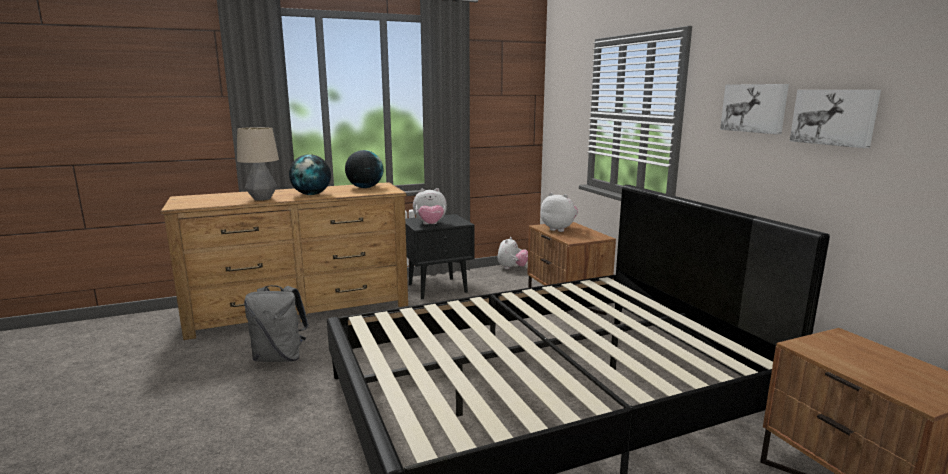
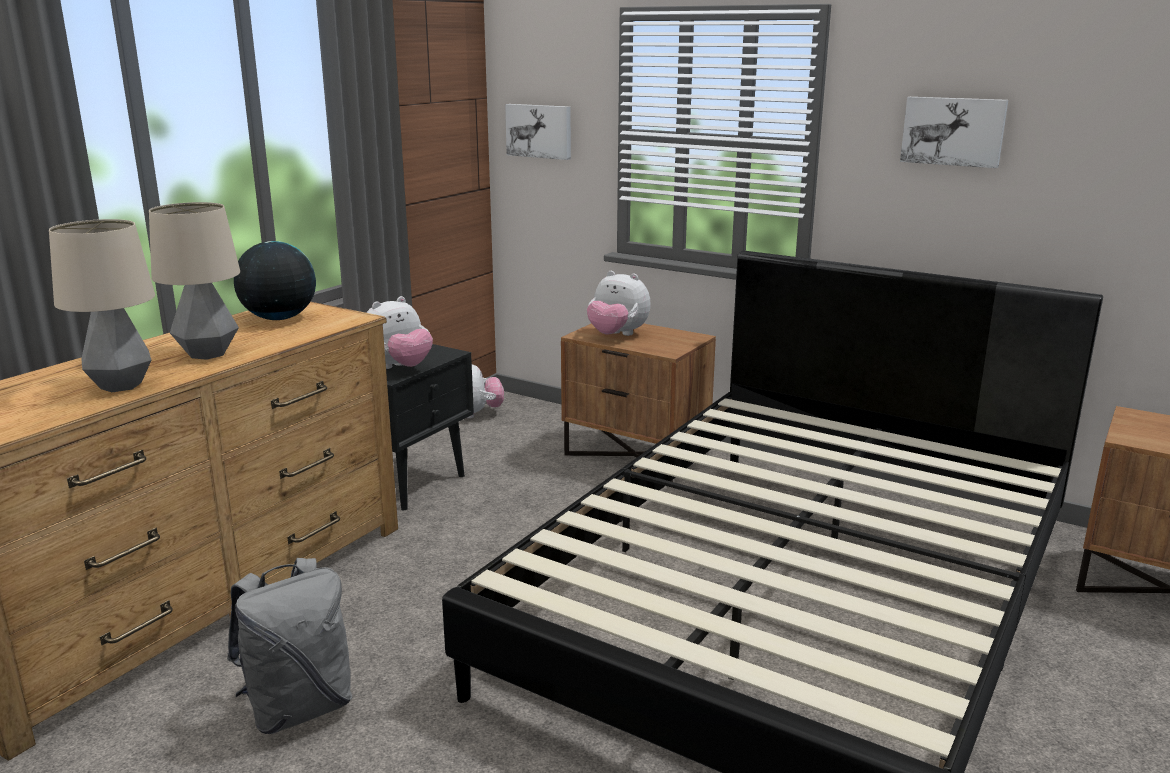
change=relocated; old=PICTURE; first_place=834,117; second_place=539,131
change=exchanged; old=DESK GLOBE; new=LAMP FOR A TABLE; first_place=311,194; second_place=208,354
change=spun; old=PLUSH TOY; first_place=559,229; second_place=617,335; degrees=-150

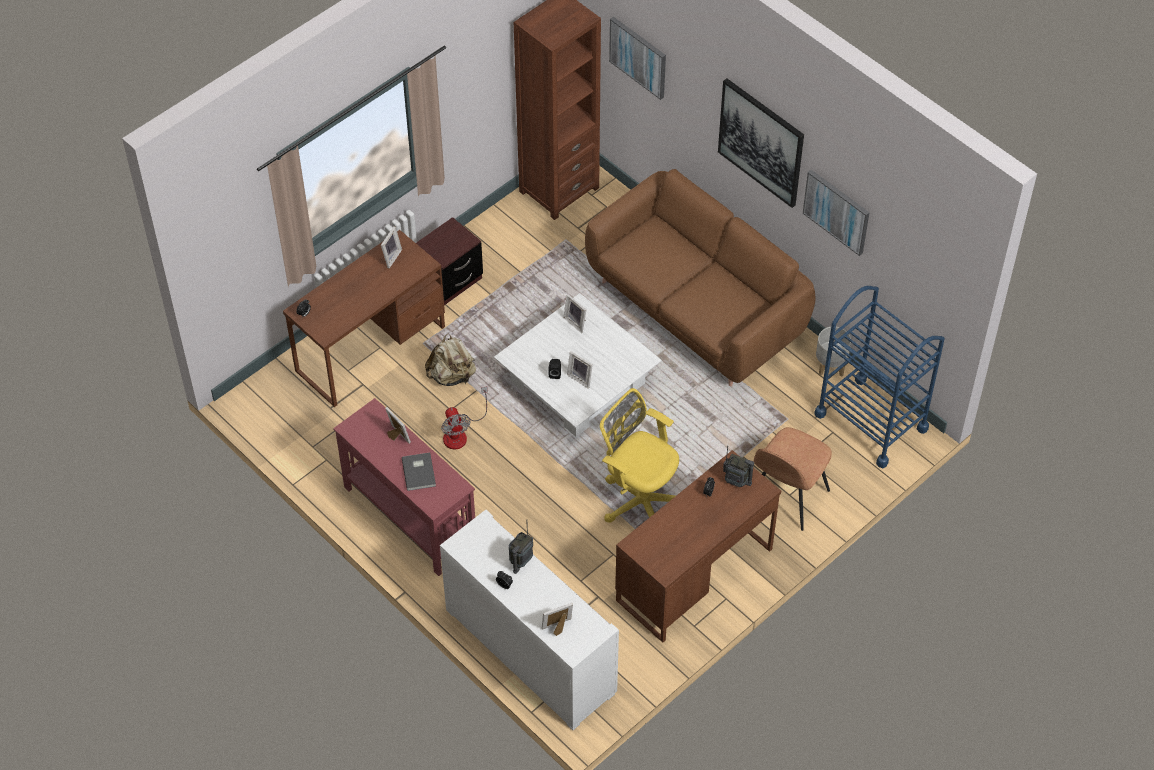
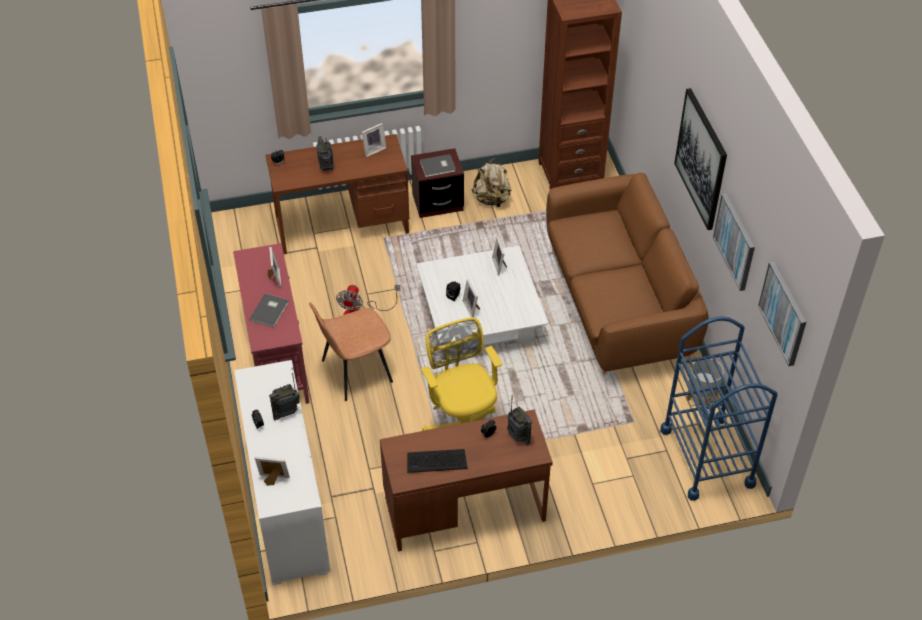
change=appeared; new=RADIO RECEIVER; second_place=326,167
change=appeared; new=PC KEYBOARD; second_place=436,461
change=appeared; new=GREY VOLUME; second_place=438,167
change=relocated; old=SAND-COLOURED RUCKSACK; first_place=452,376; second_place=492,199
change=relocated; old=PICTURE; first_place=638,57; second_place=783,313
change=relocated; old=BROWNISH PLAIN CHAIR; first_place=786,497; second_place=355,372

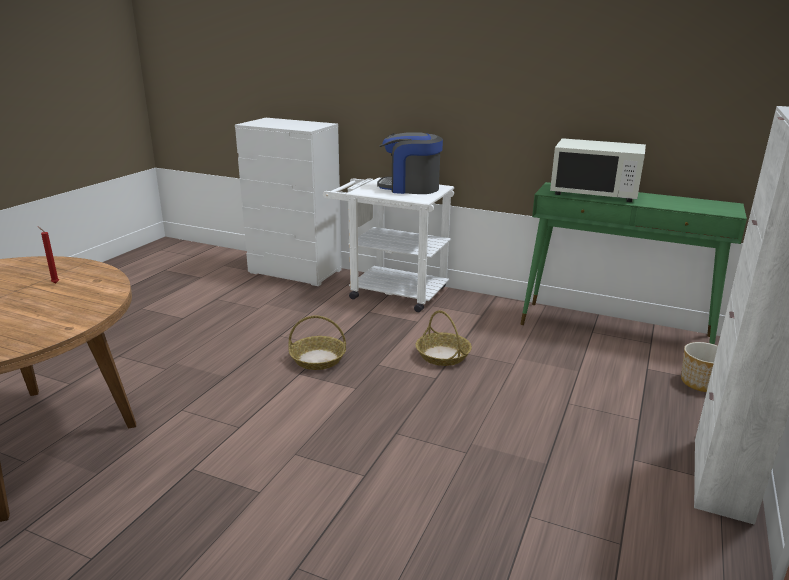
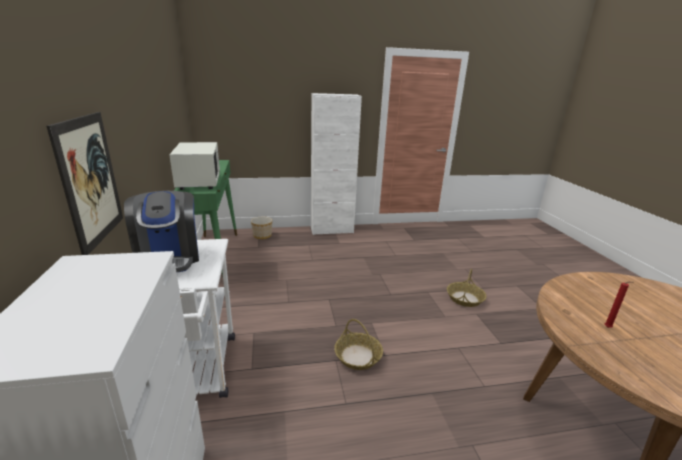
change=appeared; new=PICTURE; second_place=90,180
change=relocated; old=BASKET; first_place=443,355; second_place=464,298

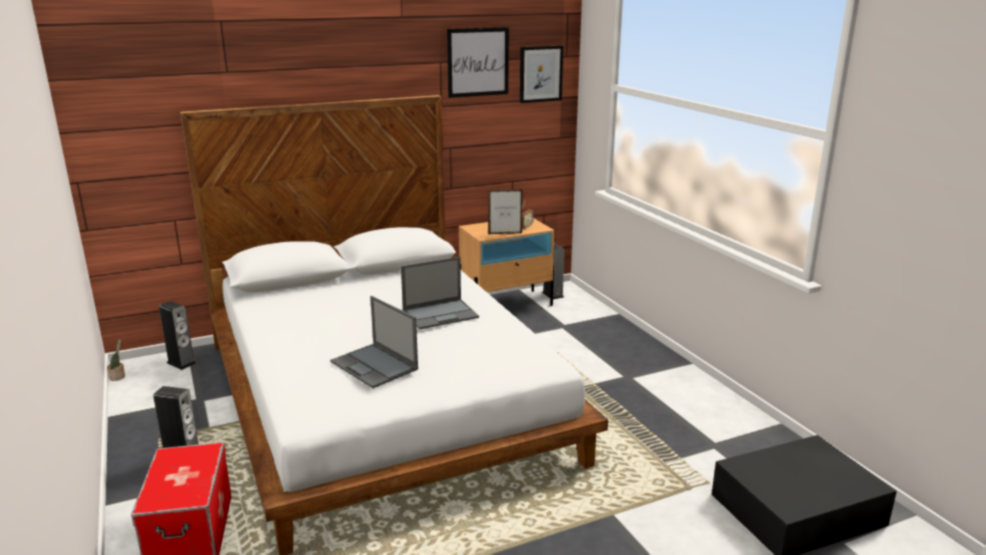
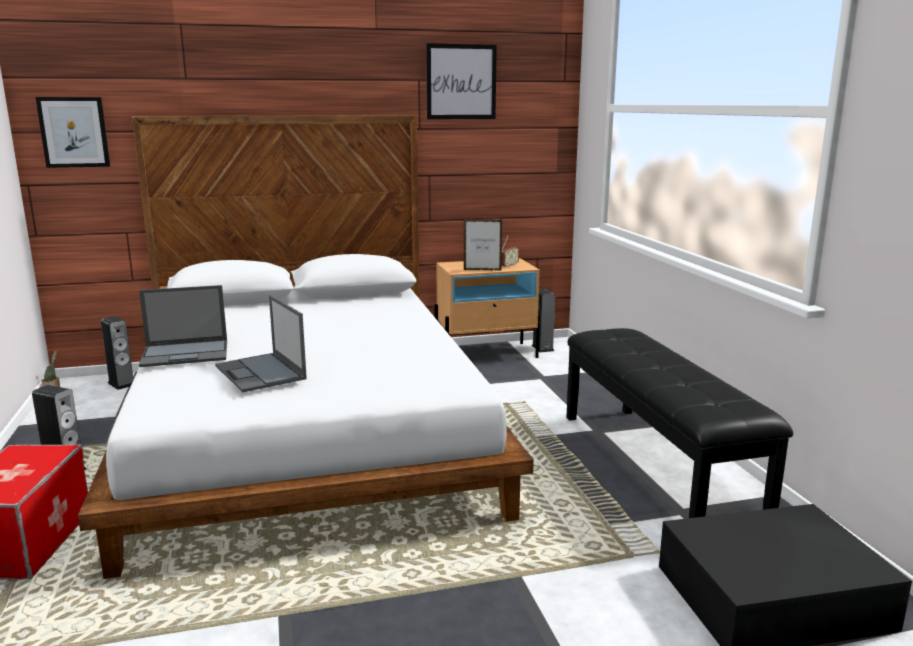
change=appeared; new=BLACK INDOOR BENCH; second_place=656,466
change=relocated; old=LAPTOP; first_place=441,314; second_place=186,353
change=relocated; old=PICTURE; first_place=540,74; second_place=74,132

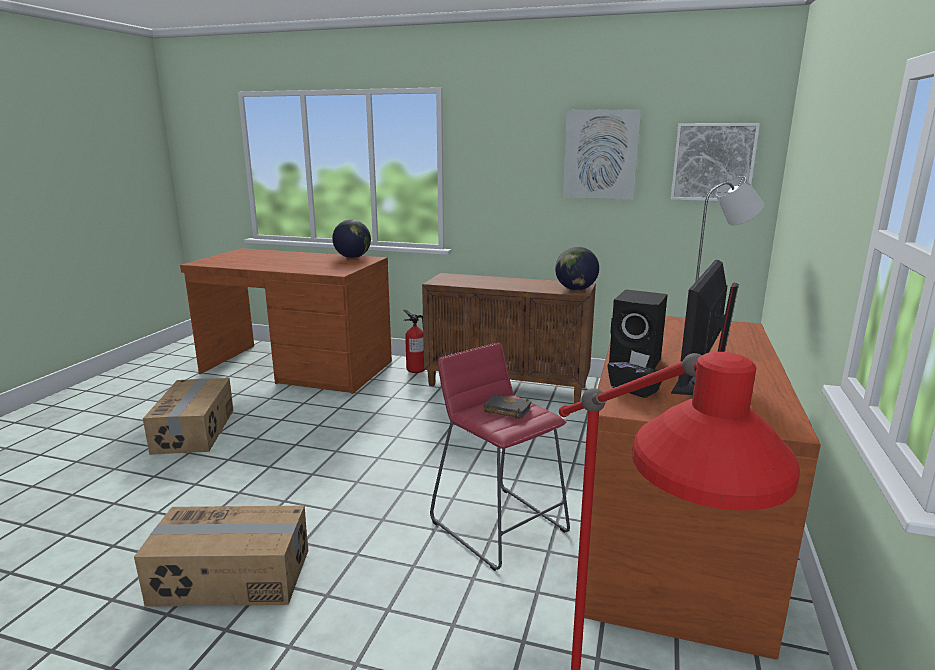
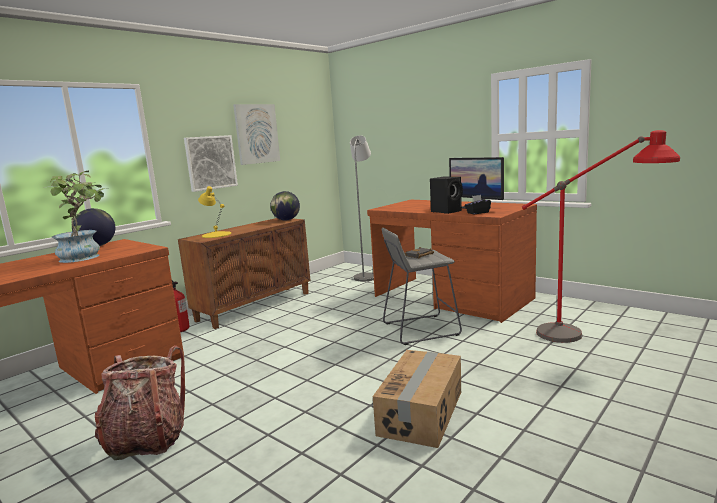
change=appeared; new=POTTED PLANT; second_place=86,257
change=appeared; new=YELLOW-COLOURED LAMP FOR A TABLE; second_place=216,234
change=relocated; old=PICTURE; first_place=713,162; second_place=211,162
change=exchanged; old=CARDBOARD BOX; new=RUCKSACK; first_place=195,430; second_place=147,440
change=colour; old=RED STOOL SEAT; new=GREY STOOL SEAT; first_place=499,526; second_place=420,329

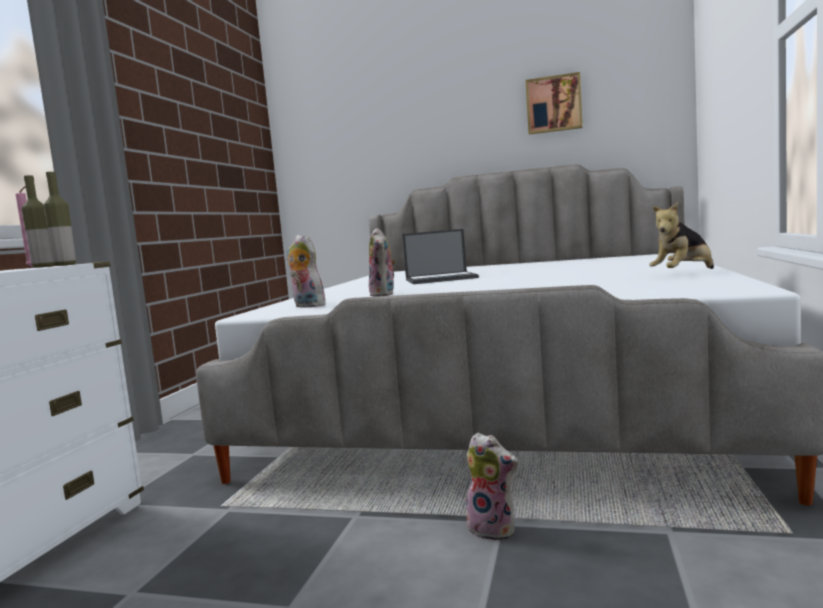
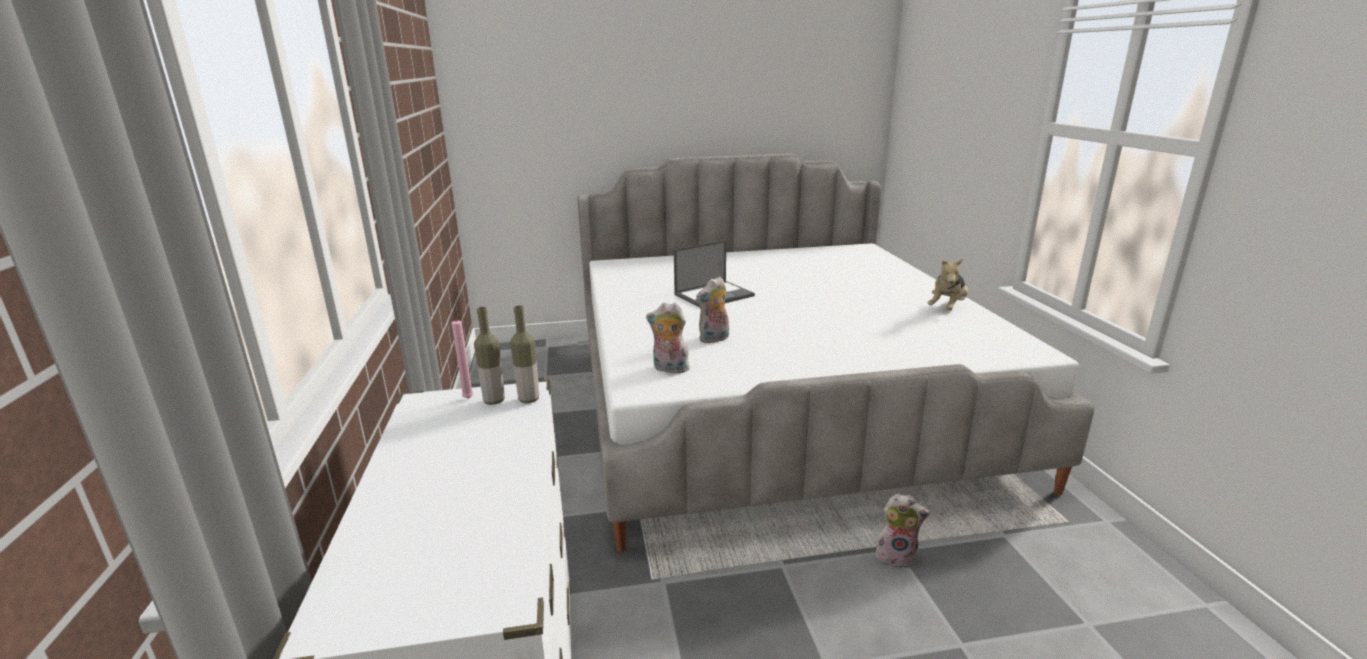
change=missing; old=PICTURE; first_place=553,104
change=spun; old=PLUSH TOY; first_place=384,294; second_place=714,339; degrees=90

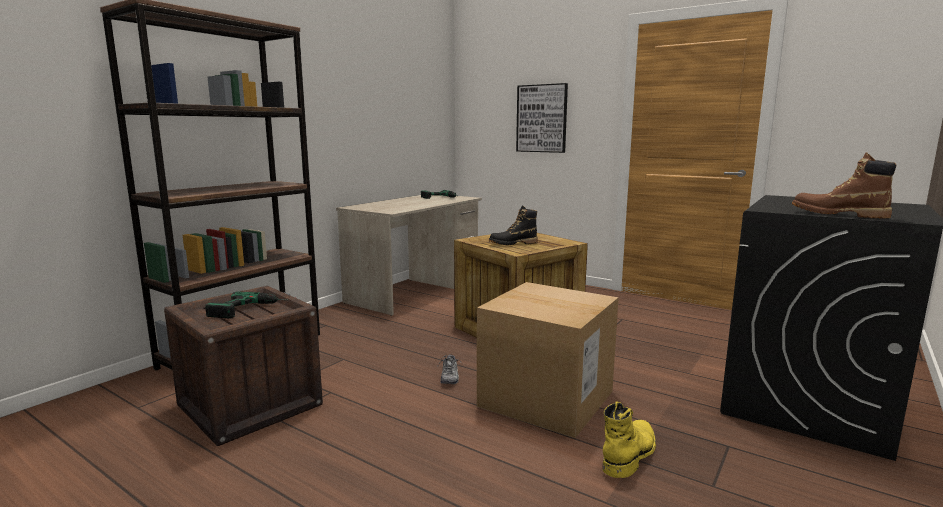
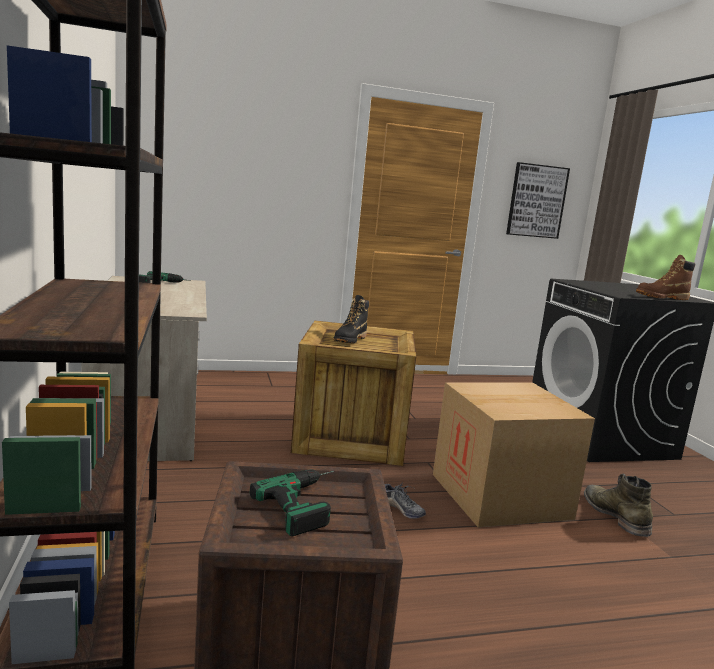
change=relocated; old=PICTURE; first_place=542,118; second_place=536,201
change=colour; old=YELLOW-COLOURED HIGH-TOP BOOT; new=GREENISH HIGH-TOP BOOT; first_place=629,454; second_place=615,515

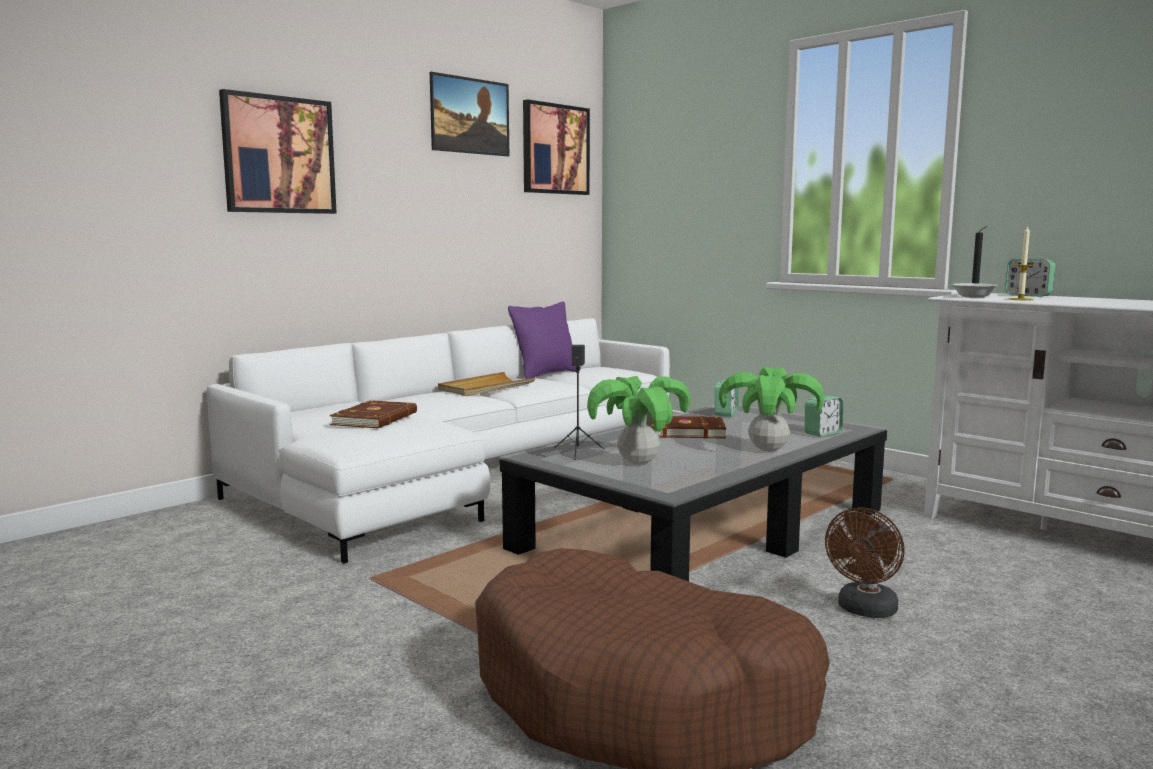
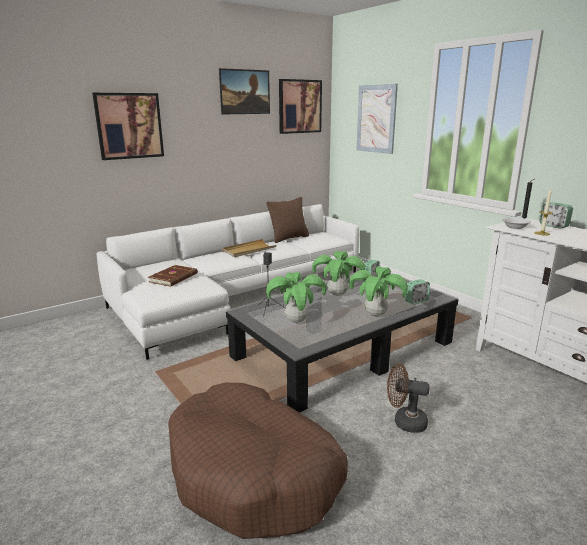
change=appeared; new=PICTURE; second_place=376,119
change=exchanged; old=BROWNISH VOLUME; new=POTTED PLANT; first_place=683,431; second_place=337,294
change=colour; old=PURPLE-COLOURED THROW PILLOW; new=BROWNISH THROW PILLOW; first_place=546,374; second_place=289,238
change=spun; old=BROWNISH ELECTRIC FAN; first_place=865,611; second_place=404,422; degrees=60

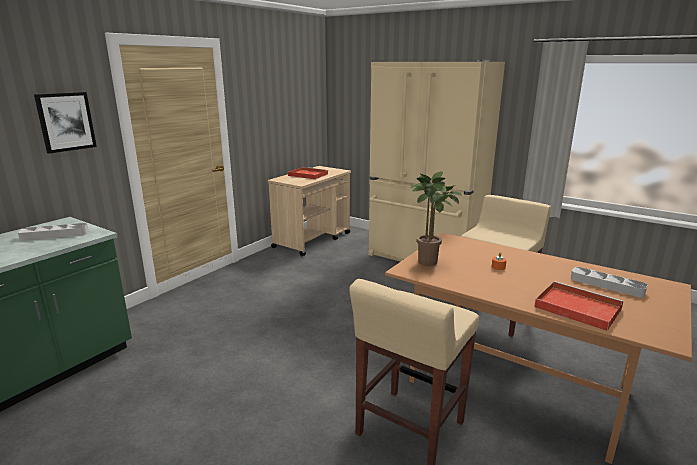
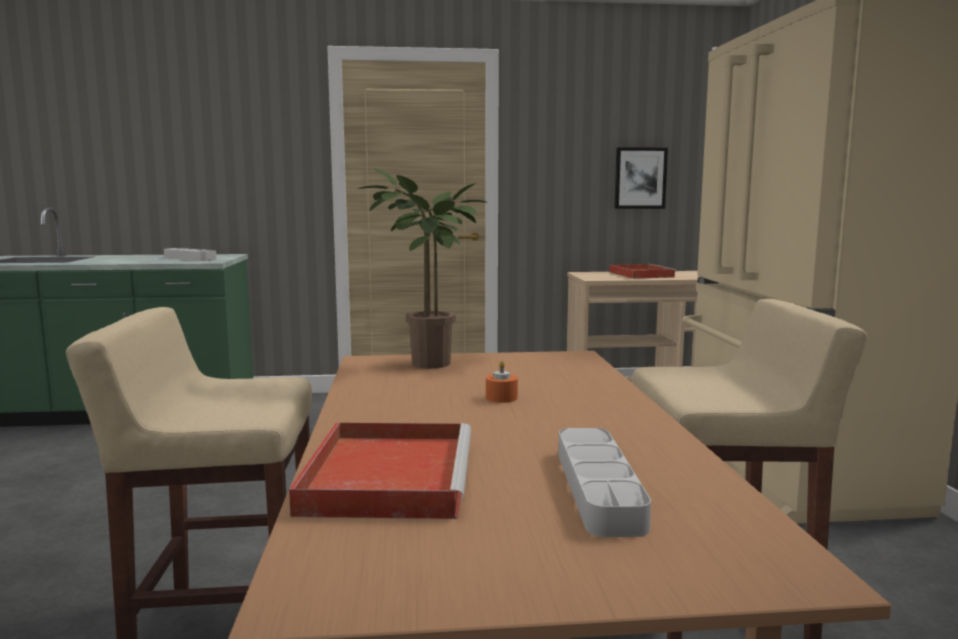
change=relocated; old=PICTURE; first_place=66,122; second_place=640,178

